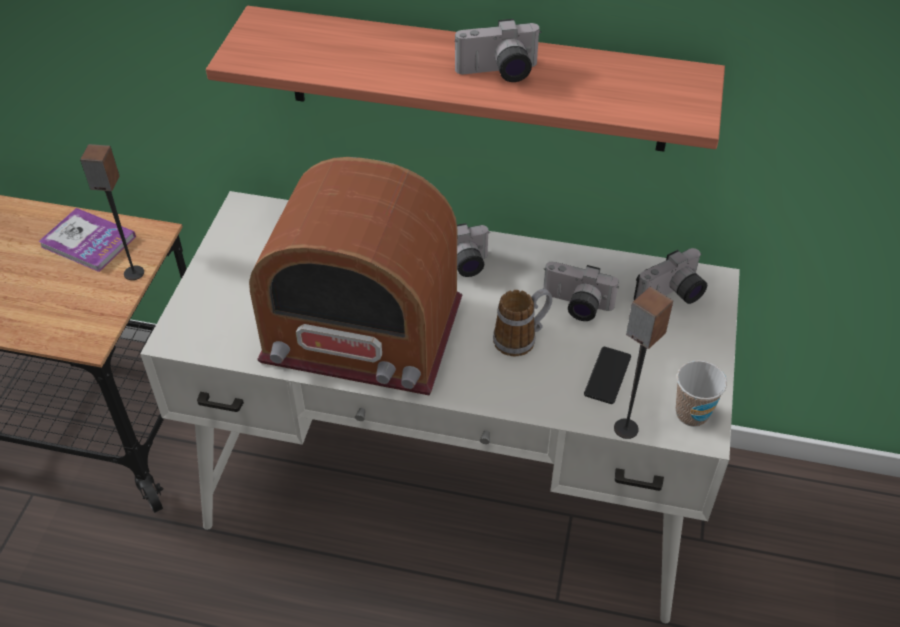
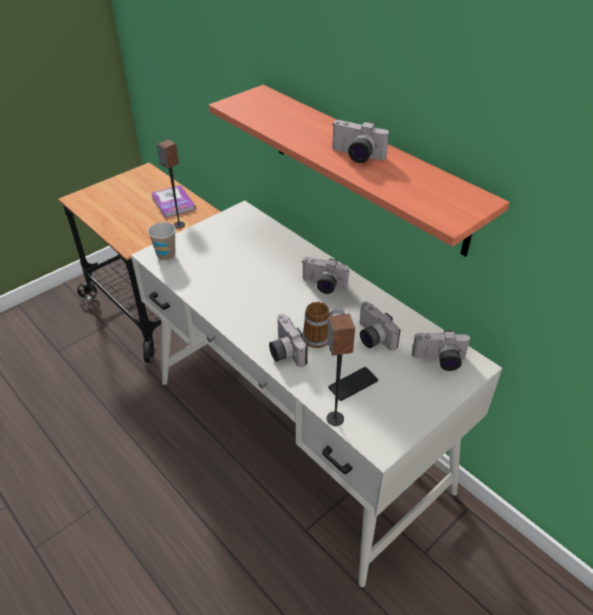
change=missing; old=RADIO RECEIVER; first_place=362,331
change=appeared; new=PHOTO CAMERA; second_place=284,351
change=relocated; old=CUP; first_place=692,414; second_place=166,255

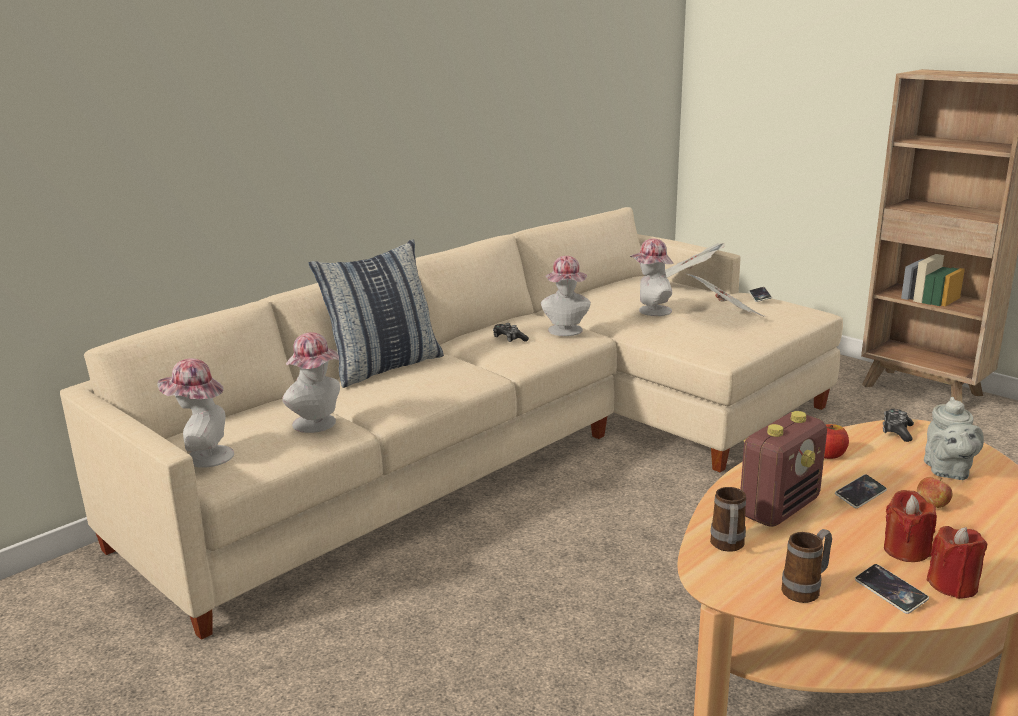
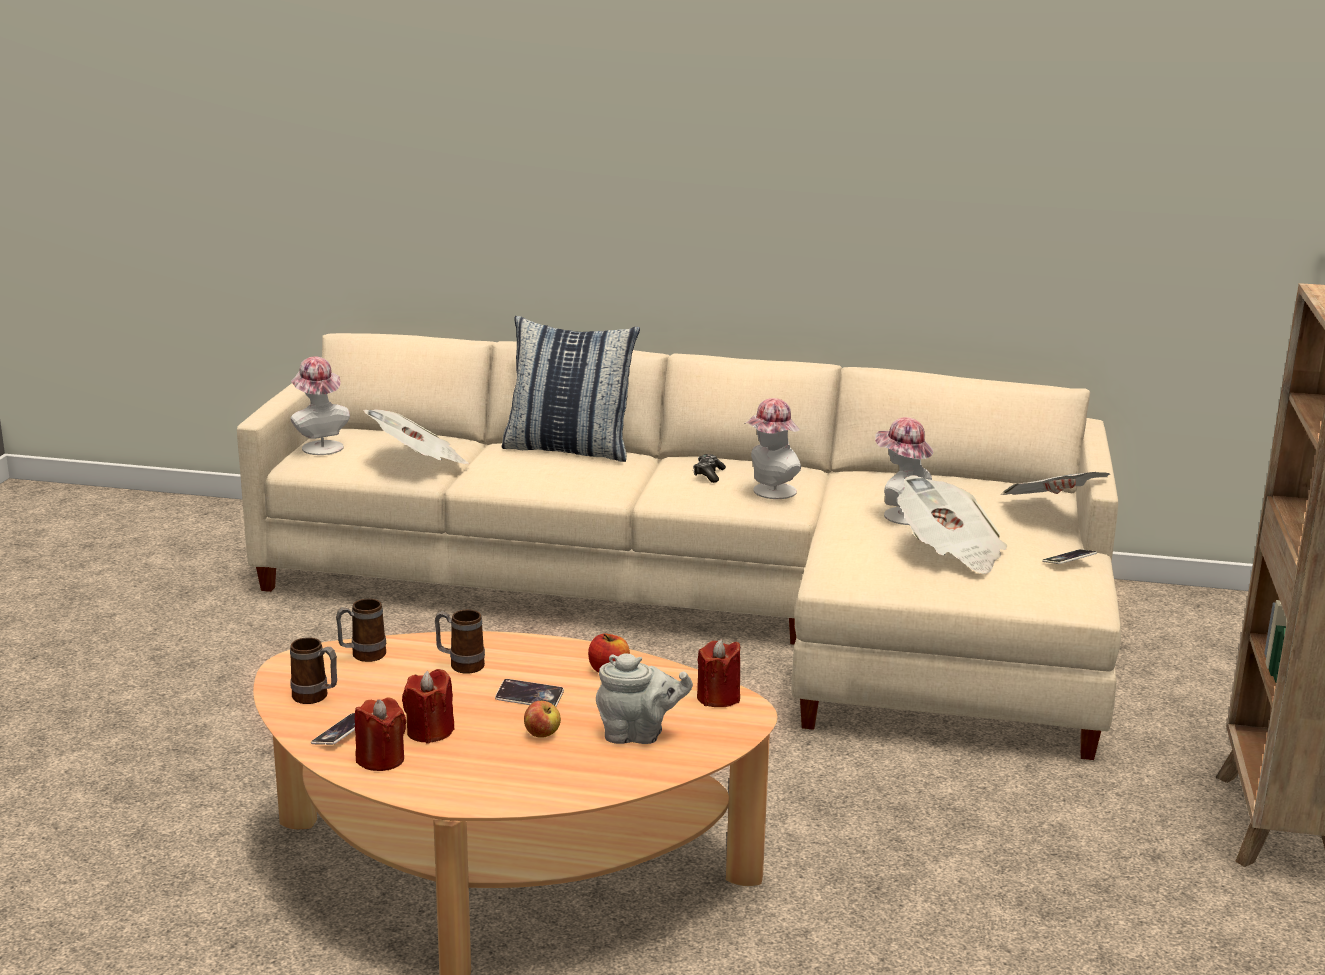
change=exchanged; old=WEARABLE HAT; new=PRINTED PAPER; first_place=318,425; second_place=419,462
change=exchanged; old=RADIO RECEIVER; new=COFFEE MUG; first_place=779,508; second_place=460,665
change=exchanged; old=GAMEPAD; new=RED WAX CANDLE; first_place=897,431; second_place=718,698
change=spun; old=GREY TEAPOT; first_place=947,471; second_place=638,735; degrees=-150

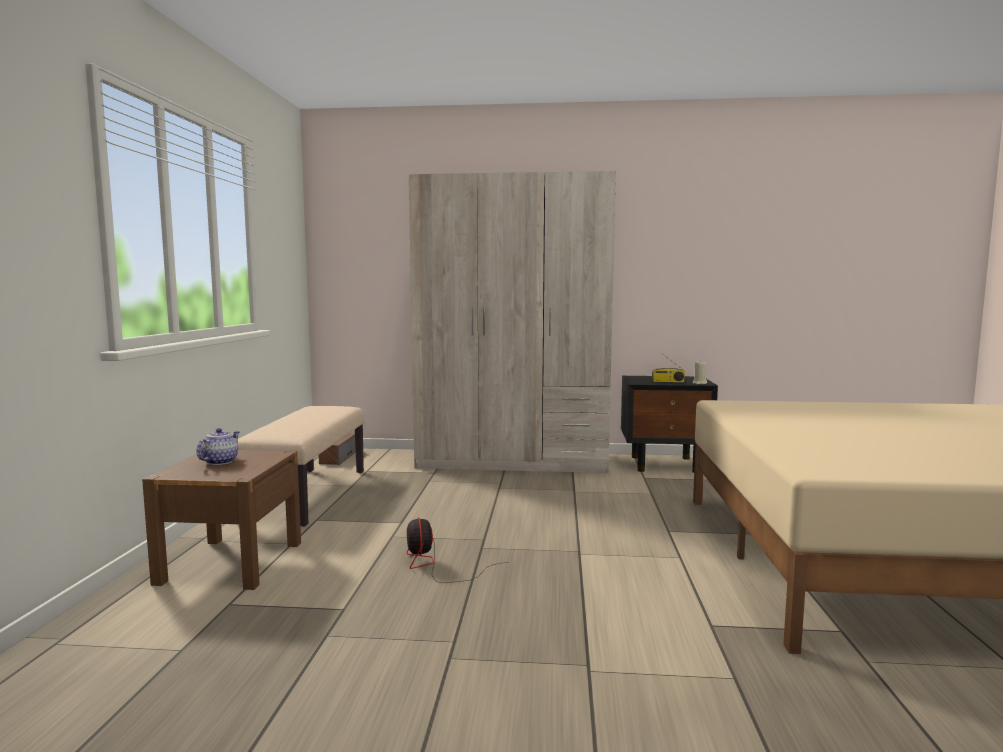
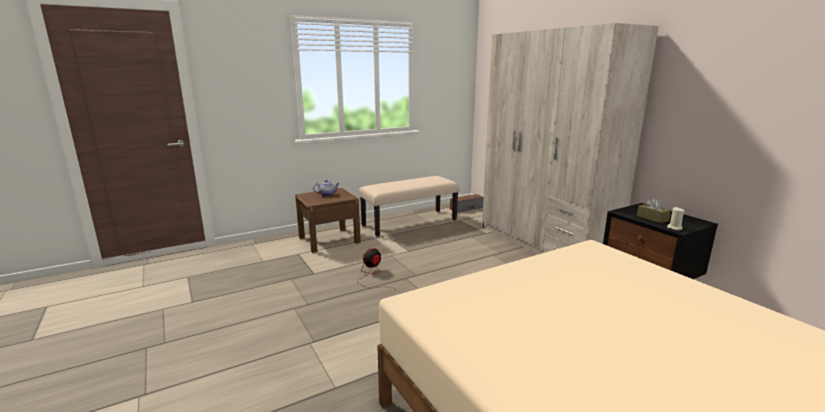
change=exchanged; old=RADIO RECEIVER; new=BROWNISH BOX OF TISSUES; first_place=668,381; second_place=652,218

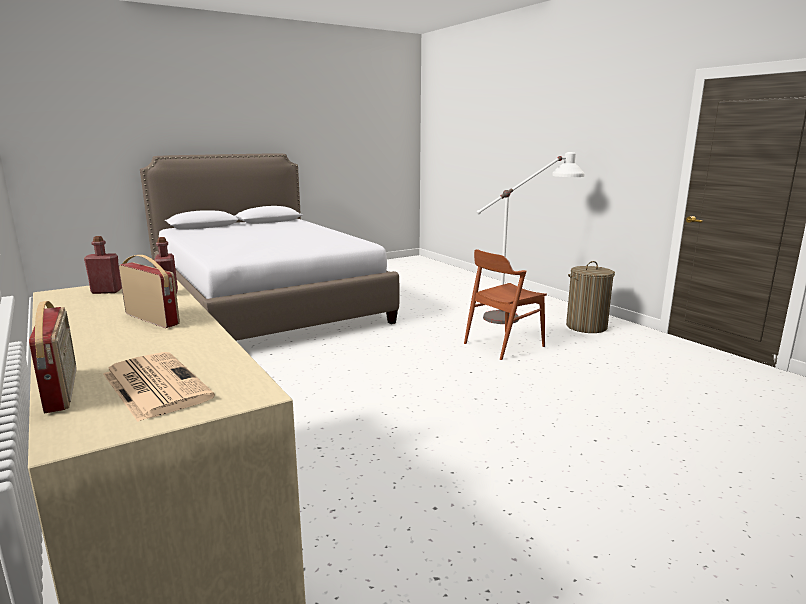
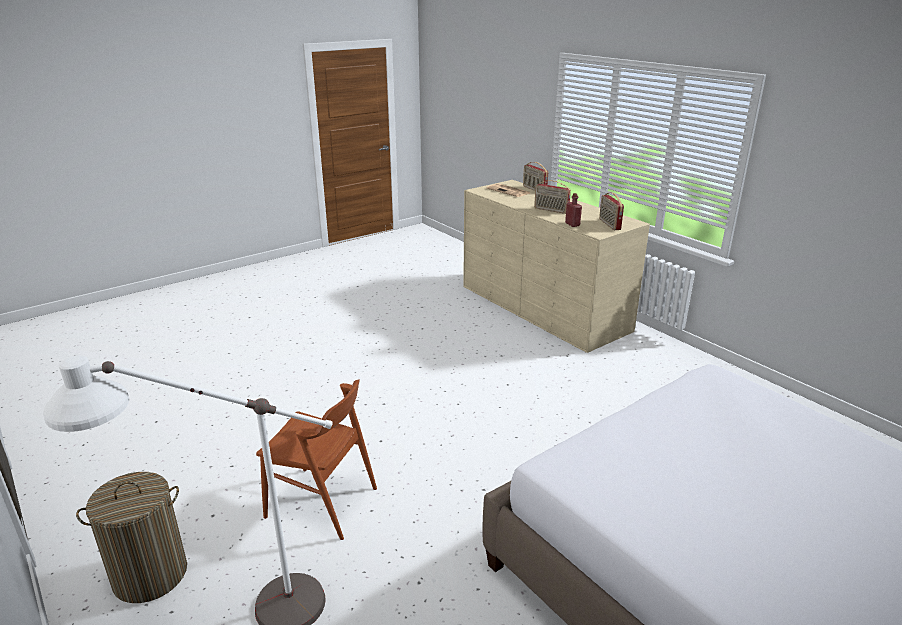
change=exchanged; old=RED BEVERAGE BOTTLE; new=RADIO RECEIVER; first_place=106,291; second_place=609,224
change=spun; old=BROWNISH PLAIN CHAIR; first_place=503,345; second_place=322,502; degrees=60

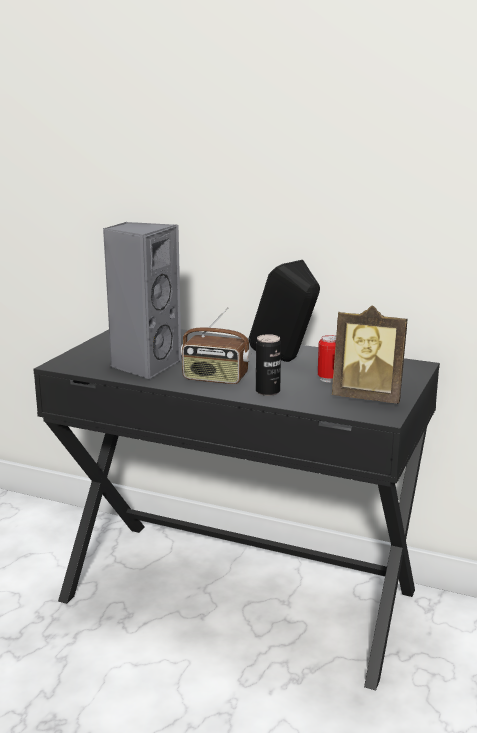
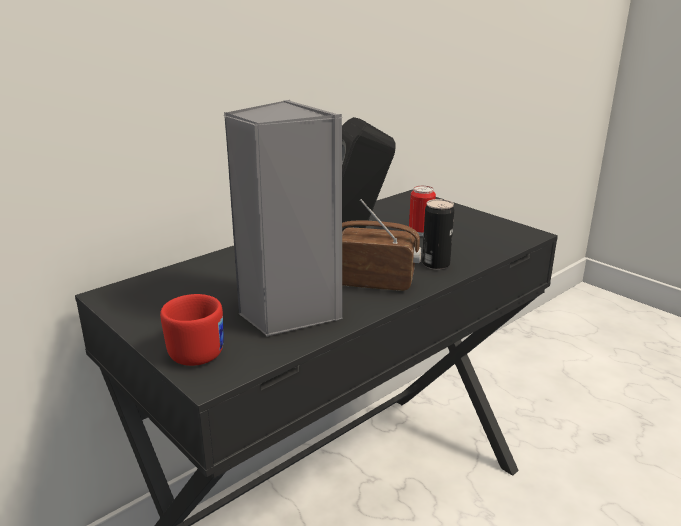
change=missing; old=PICTURE FRAME; first_place=368,397
change=appeared; new=RED COFFEE MUG; second_place=196,349
change=spun; old=RADIO RECEIVER; first_place=215,379; second_place=375,281; degrees=-120

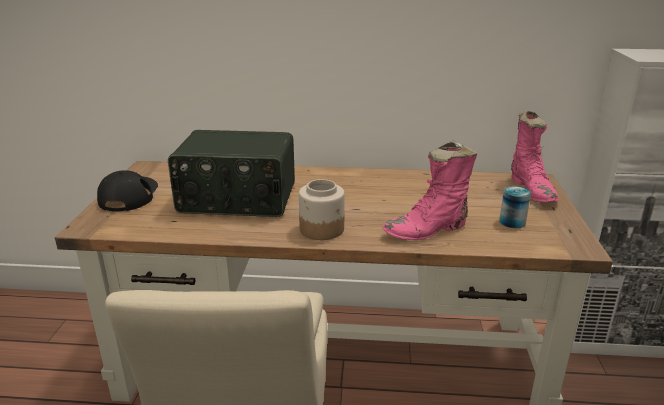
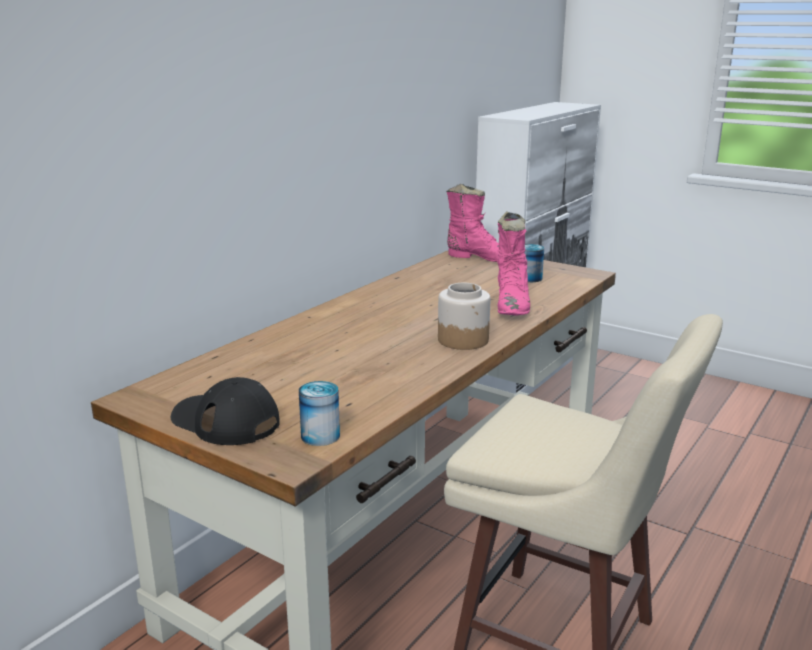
change=missing; old=RADIO RECEIVER; first_place=237,200
change=appeared; new=SEALED CAN; second_place=320,436

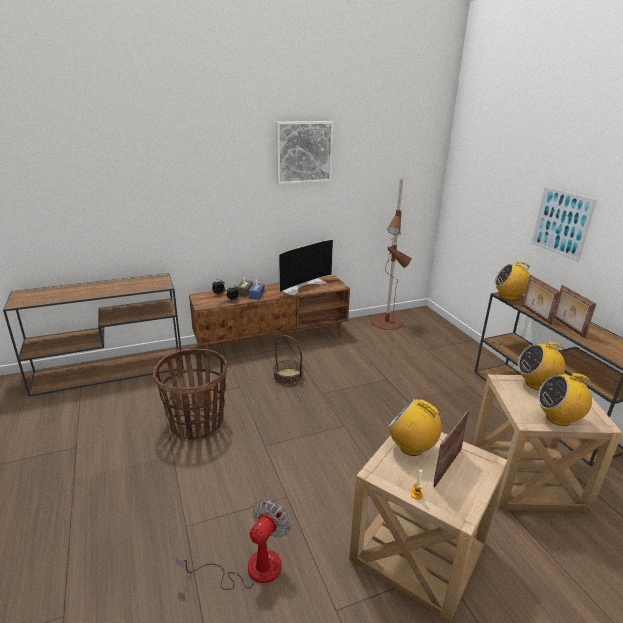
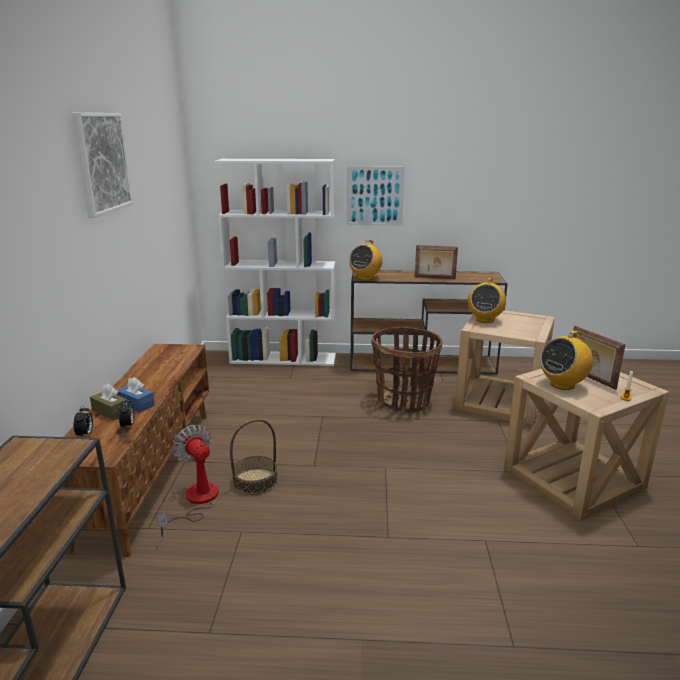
change=missing; old=TELEVISION; first_place=303,285
change=missing; old=BROWNISH FLOOR LAMP; first_place=387,325
change=missing; old=PICTURE FRAME; first_place=535,314
change=missing; old=RADIO RECEIVER; first_place=558,418
change=appeared; new=WHITISH SHELVING UNIT; second_place=284,358
change=relocated; old=BASKET; first_place=197,423; second_place=404,401
change=relocated; old=ELECTRIC FAN; first_place=251,569; second_place=196,501

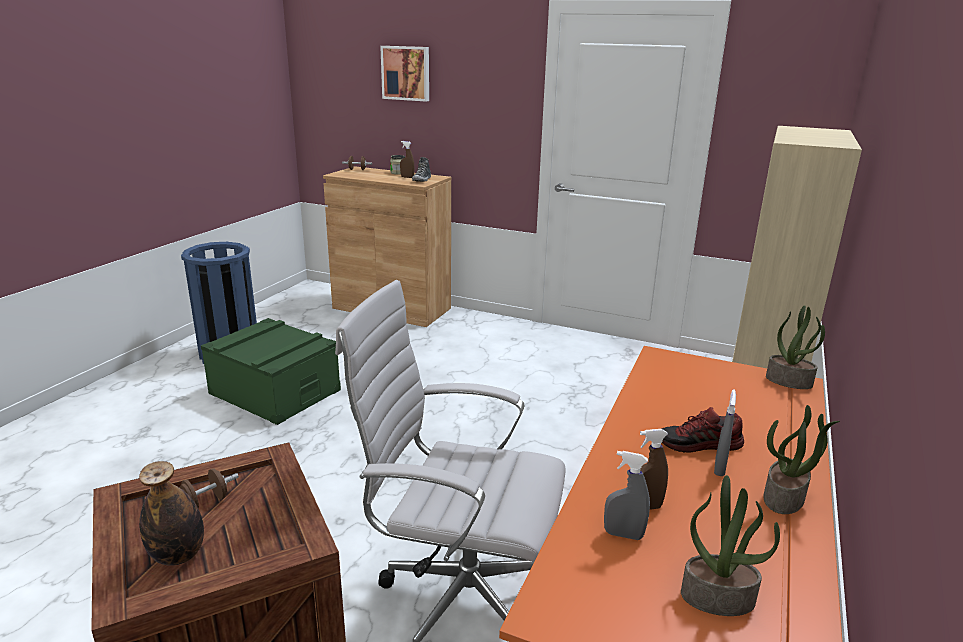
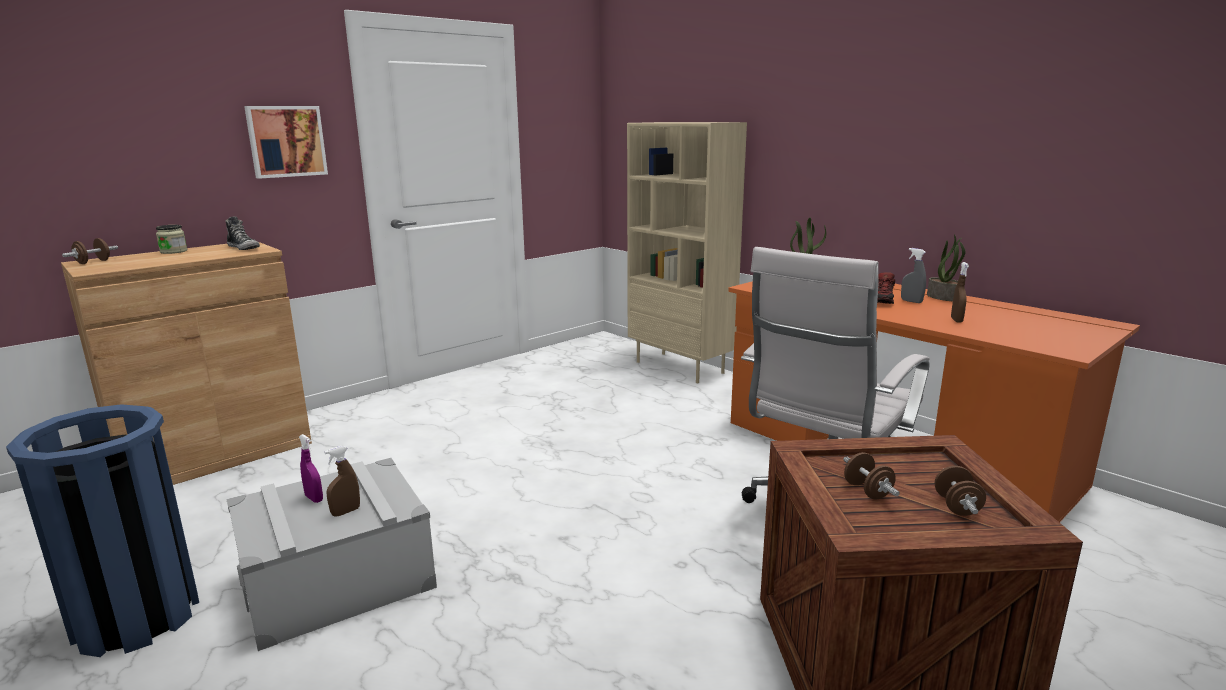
change=missing; old=GREY SPRAYER; first_place=623,534
change=missing; old=POTTED PLANT; first_place=718,597
change=appeared; new=PURPLE-COLOURED SPRAYER; second_place=314,498
change=relocated; old=PICTURE; first_place=406,73; second_place=286,141
change=relocated; old=BROWNISH SPRAYER; first_place=407,177; second_place=345,512
change=exchanged; old=BEVERAGE BOTTLE; new=BROWNISH HAND WEIGHT; first_place=178,555; second_place=957,506
change=colour; old=GREENISH STORAGE BIN; new=GREY STORAGE BIN; first_place=274,391; second_place=337,580

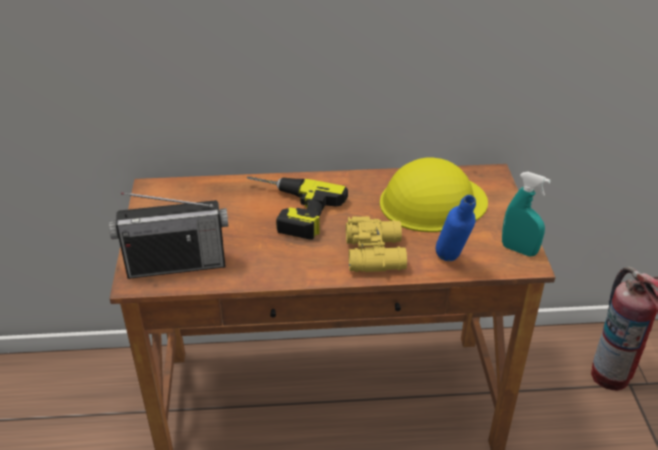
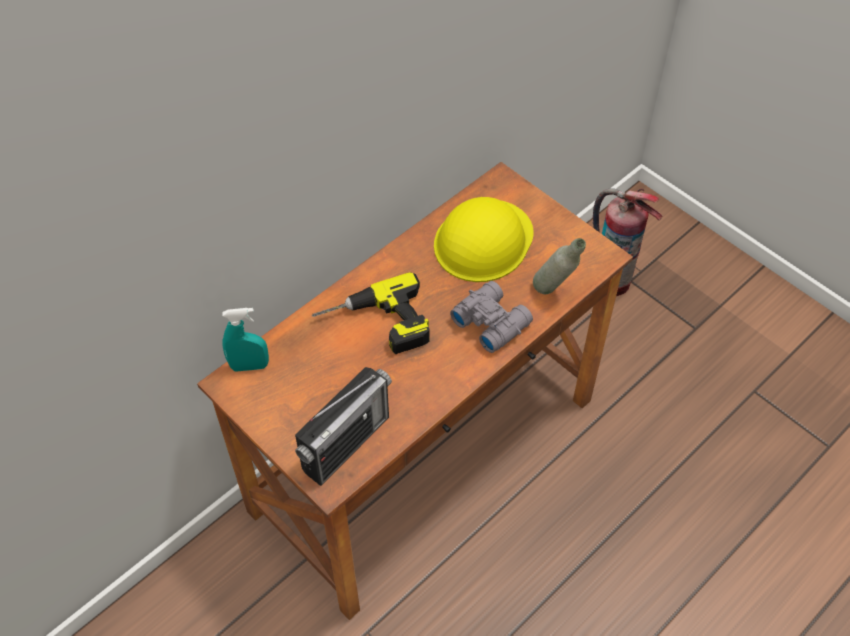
change=relocated; old=BLUE-GREEN SPRAYER; first_place=519,250; second_place=249,366
change=colour; old=YELLOW-COLOURED PAIR OF BINOCULARS; new=GREY PAIR OF BINOCULARS; first_place=376,253; second_place=491,321
change=colour; old=BLUE-COLOURED BEVERAGE BOTTLE; new=GREY BEVERAGE BOTTLE; first_place=451,263; second_place=553,293

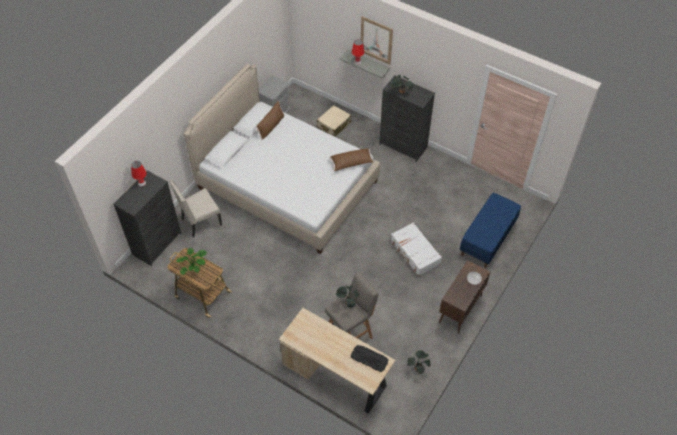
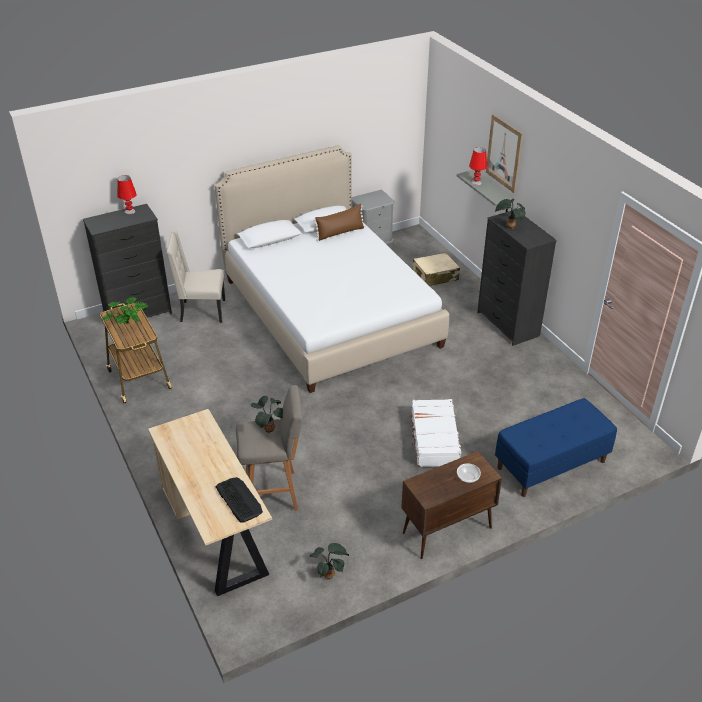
change=missing; old=BROWNISH THROW PILLOW; first_place=351,163

